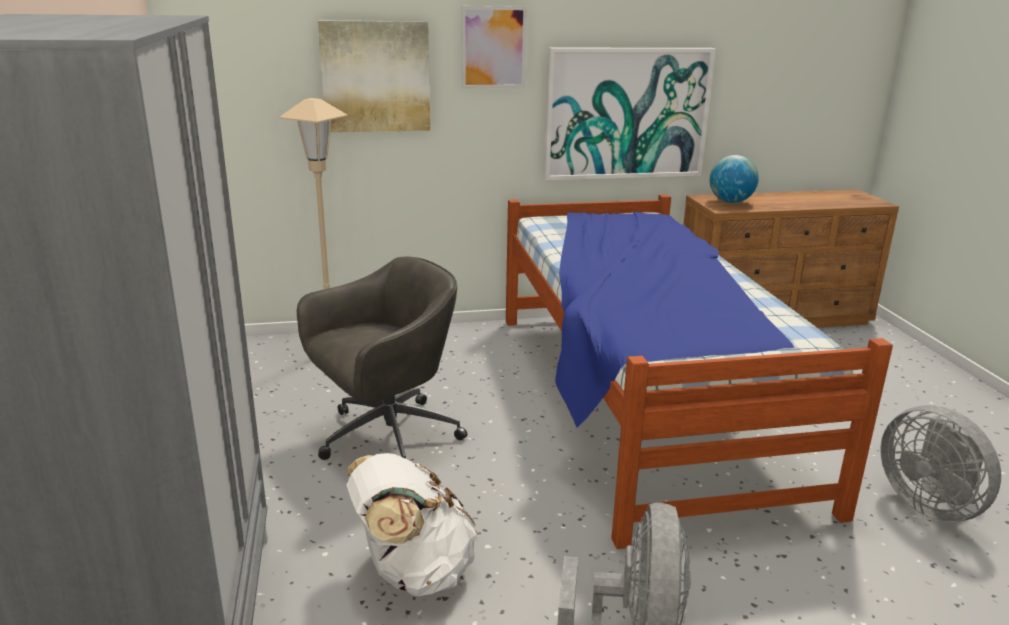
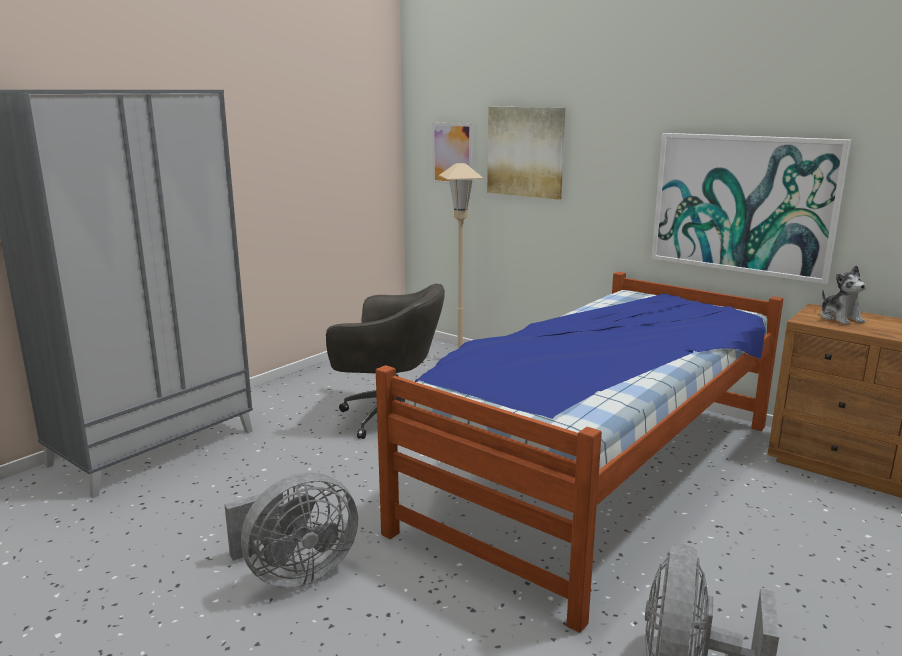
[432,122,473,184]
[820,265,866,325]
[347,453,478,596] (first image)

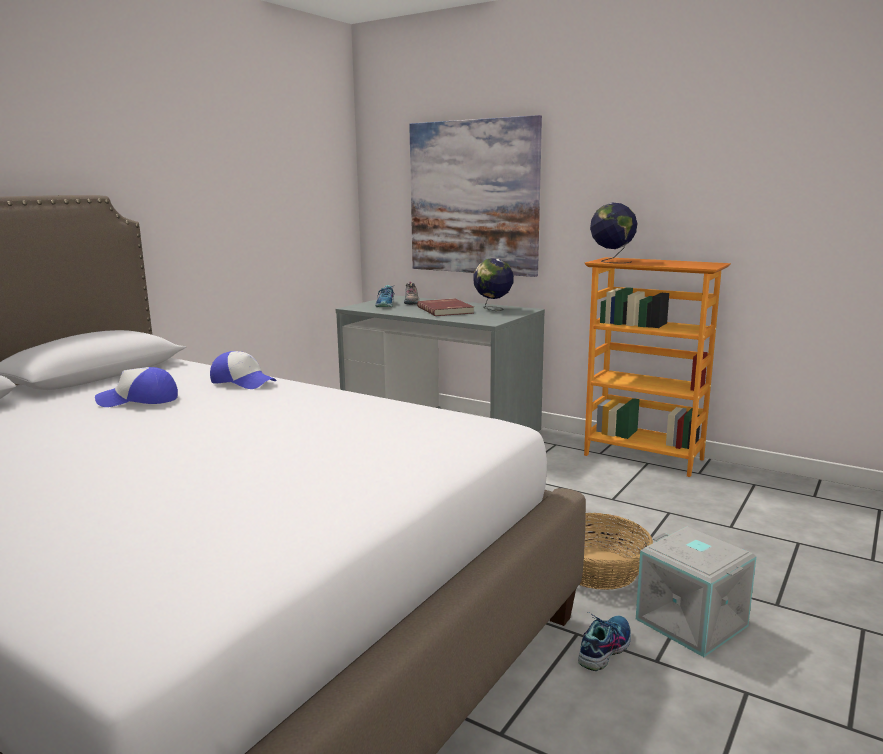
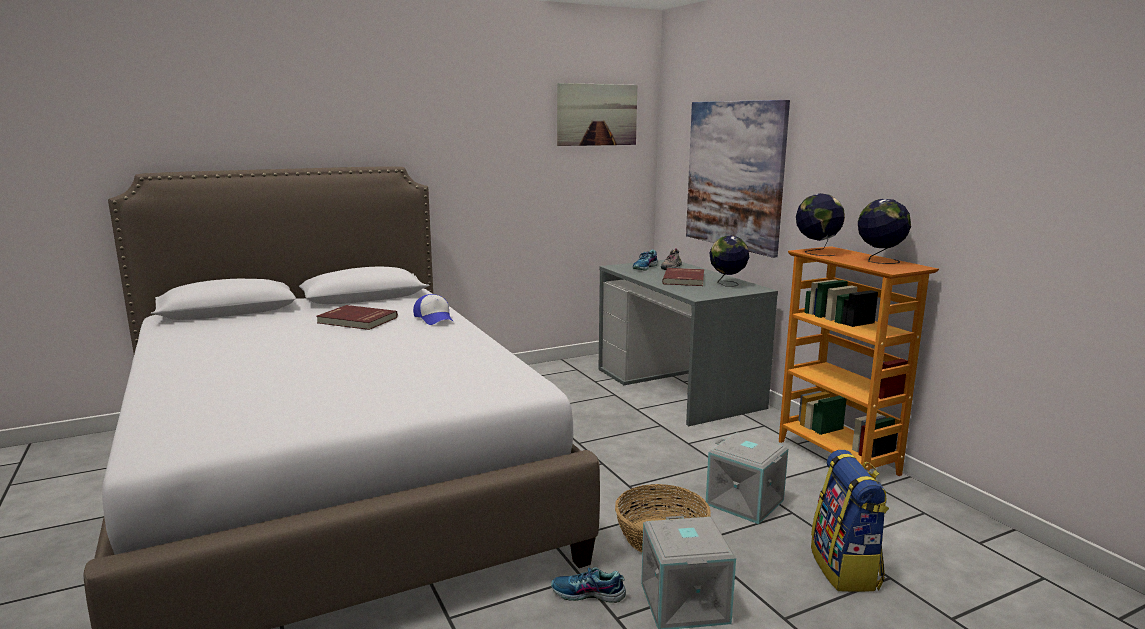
[316,305,398,330]
[551,567,626,603]
[557,83,637,146]
[858,199,911,264]
[706,432,788,524]
[811,450,889,592]

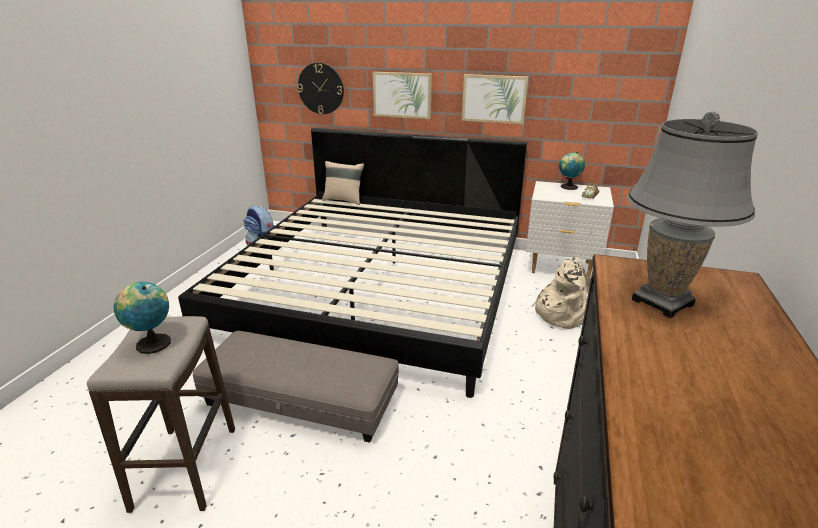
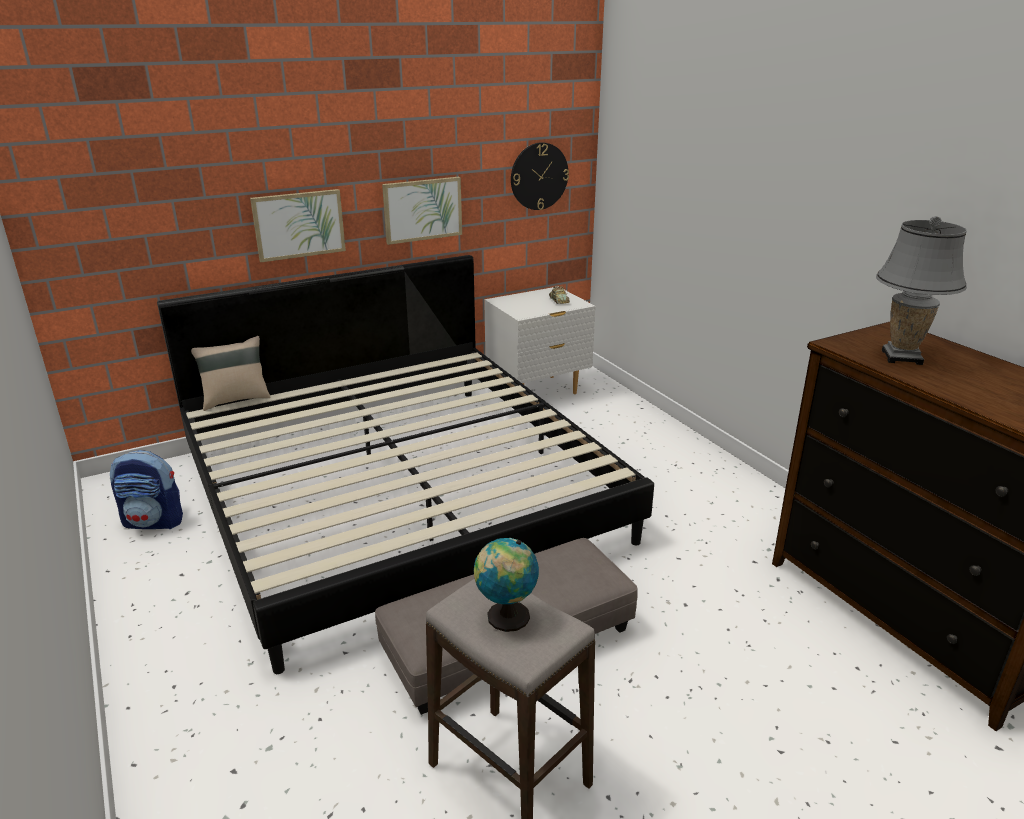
[511,142,569,210]
[559,152,585,190] (first image)
[532,257,591,329] (first image)

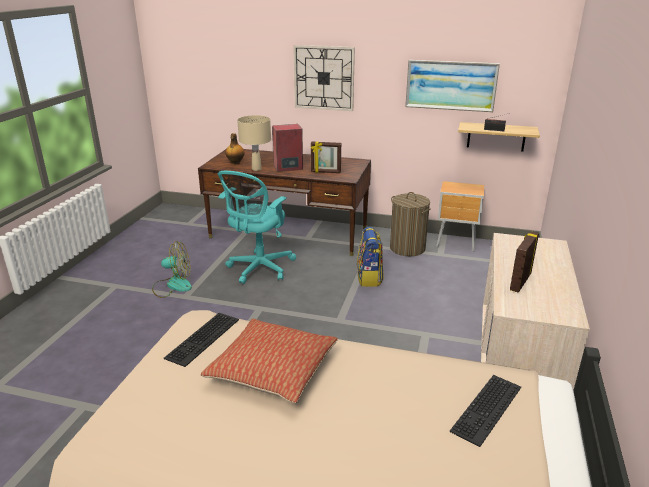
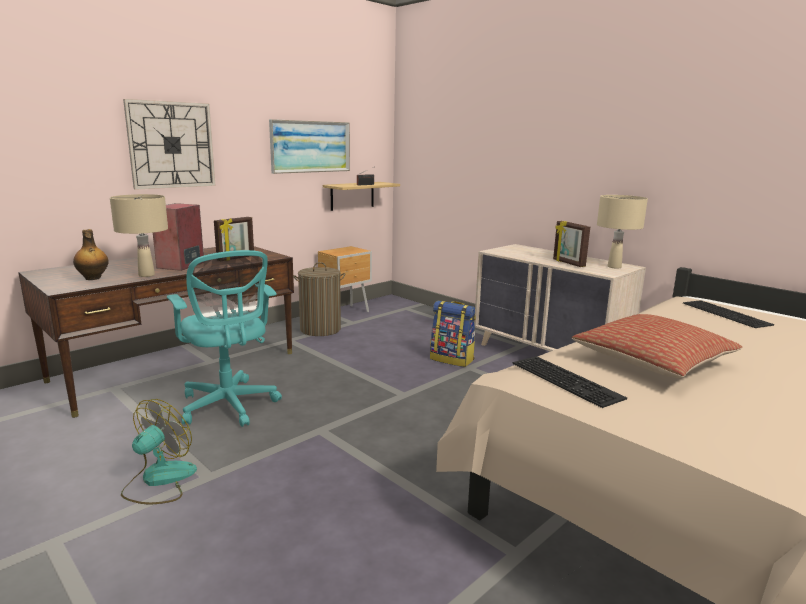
[430,301,476,367]
[597,195,648,269]

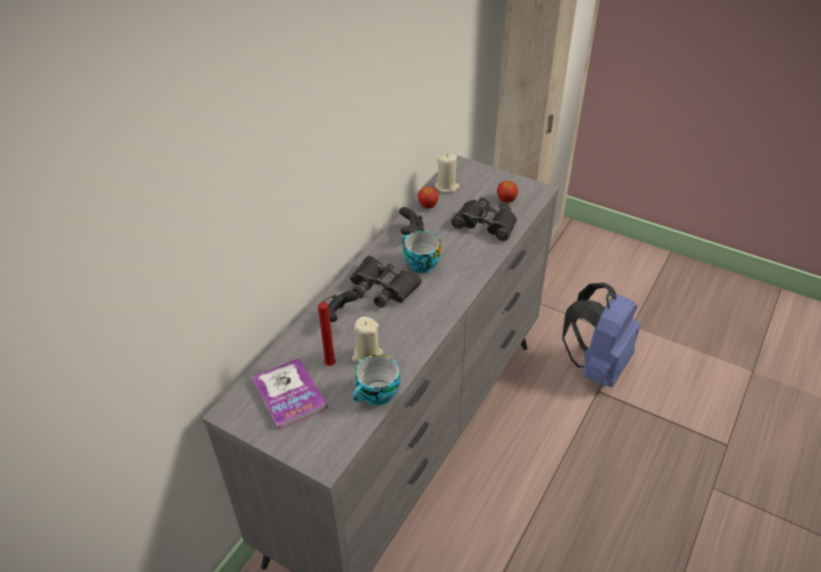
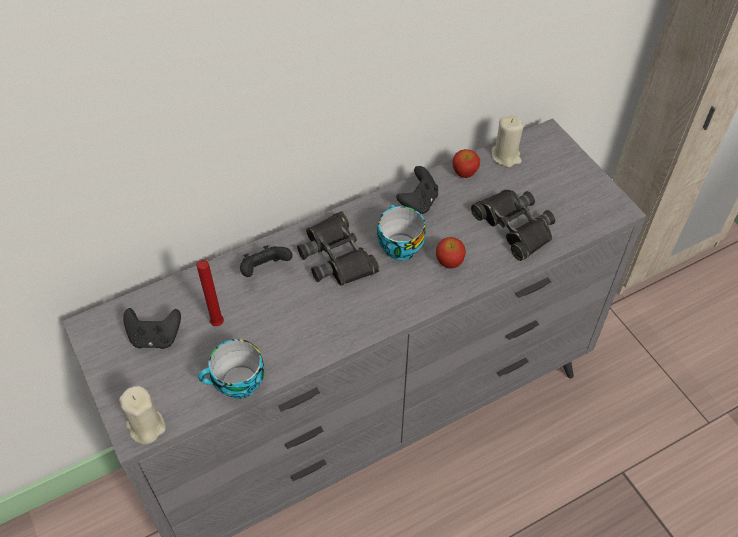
[436,237,466,268]
[562,282,640,387] (first image)
[119,386,166,444]
[123,308,181,349]

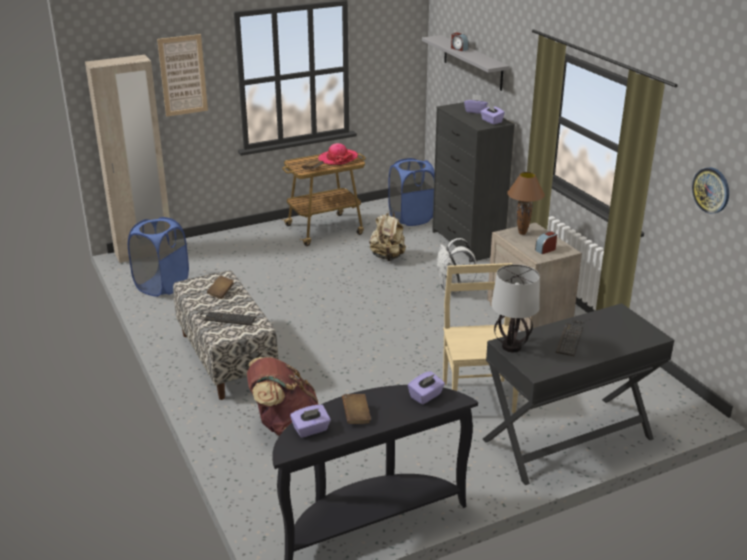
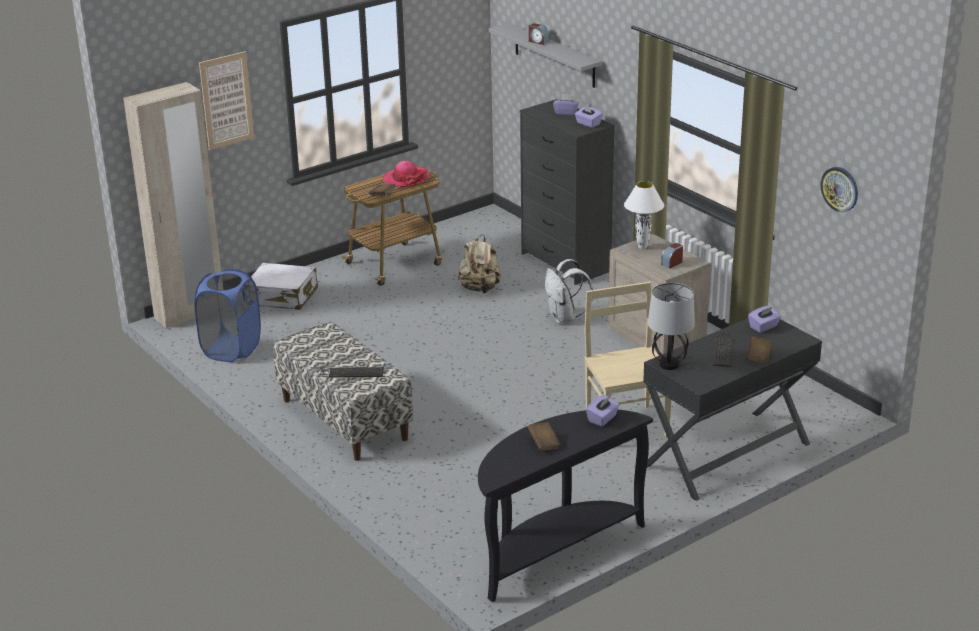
[388,158,435,226] (first image)
[624,181,664,249]
[747,336,772,364]
[247,357,318,436] (first image)
[748,306,781,333]
[251,263,318,310]

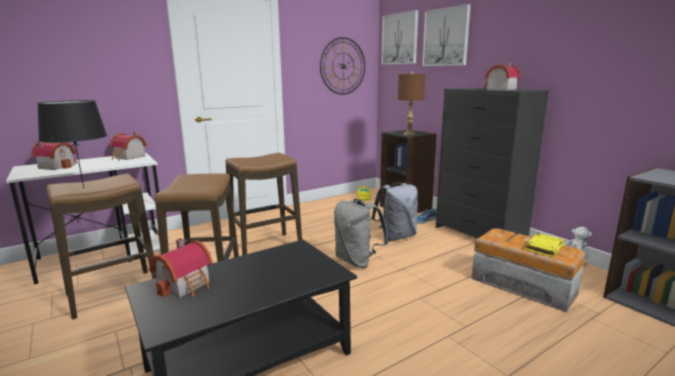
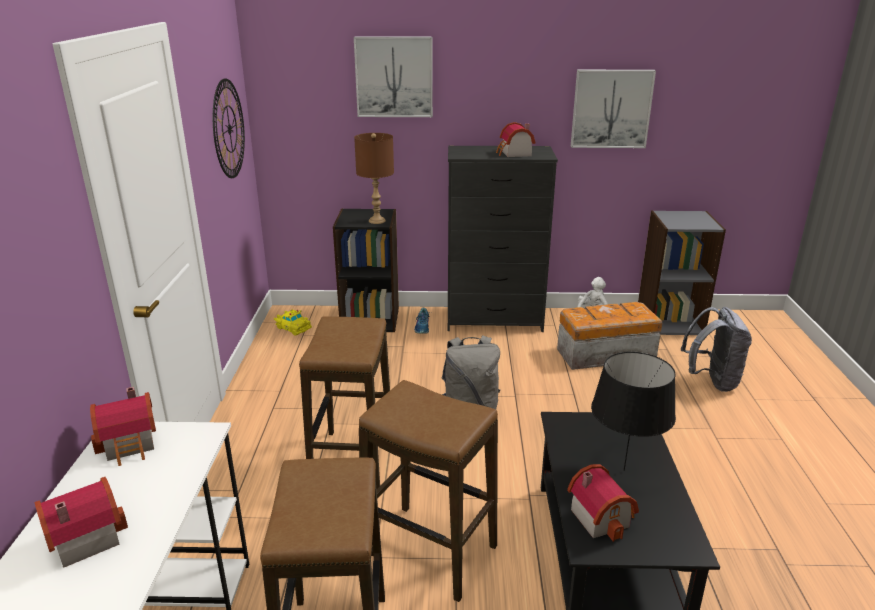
[571,70,656,148]
[591,352,676,471]
[681,307,752,392]
[525,233,565,257] (first image)

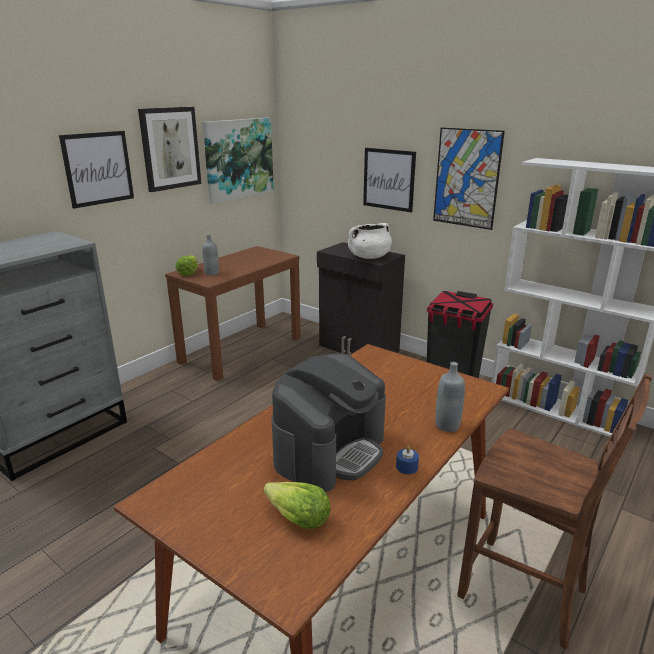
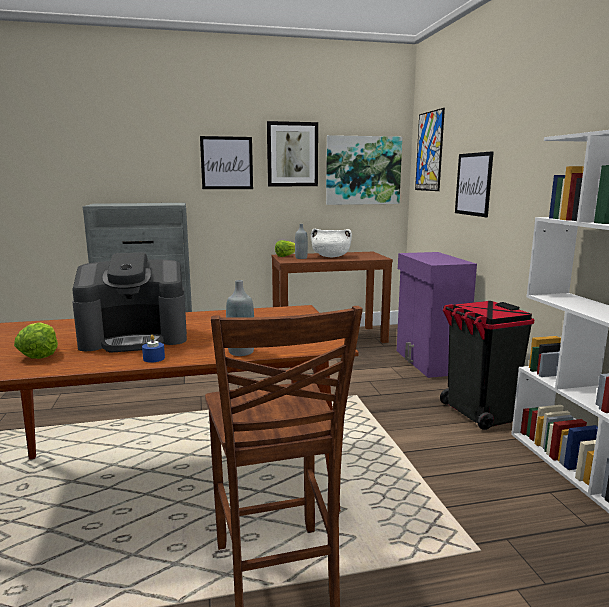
[415,108,445,191]
[311,229,352,257]
[397,252,477,378]

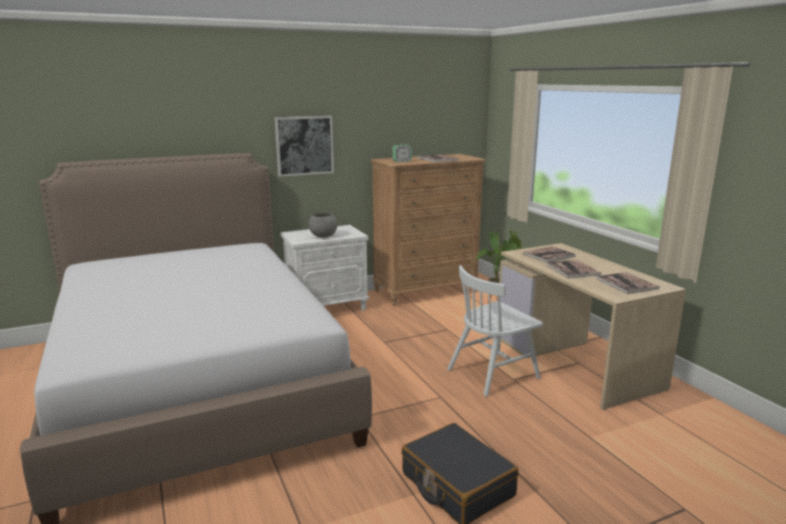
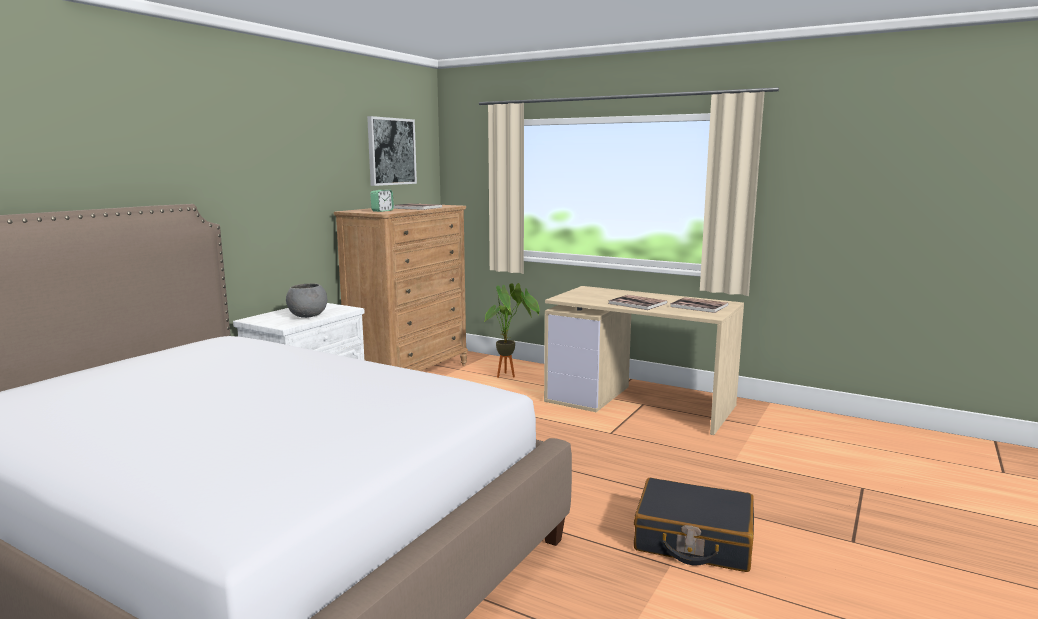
[367,116,417,186]
[523,246,575,262] (first image)
[447,265,543,397] (first image)

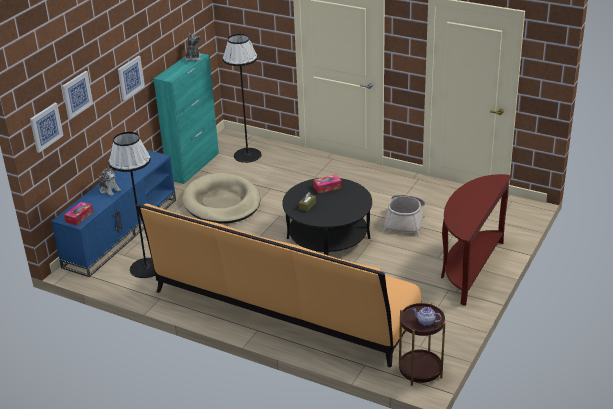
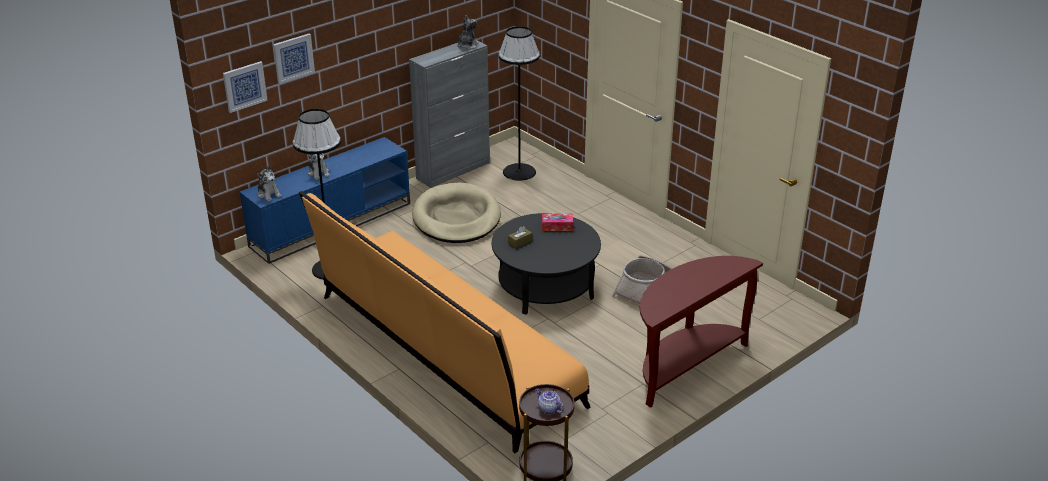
[409,40,490,188]
[118,56,145,101] (first image)
[257,165,282,202]

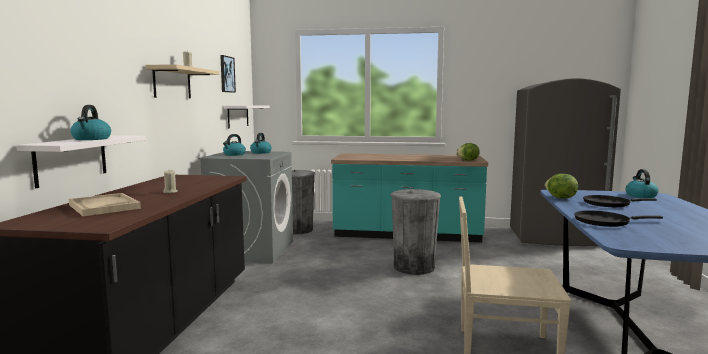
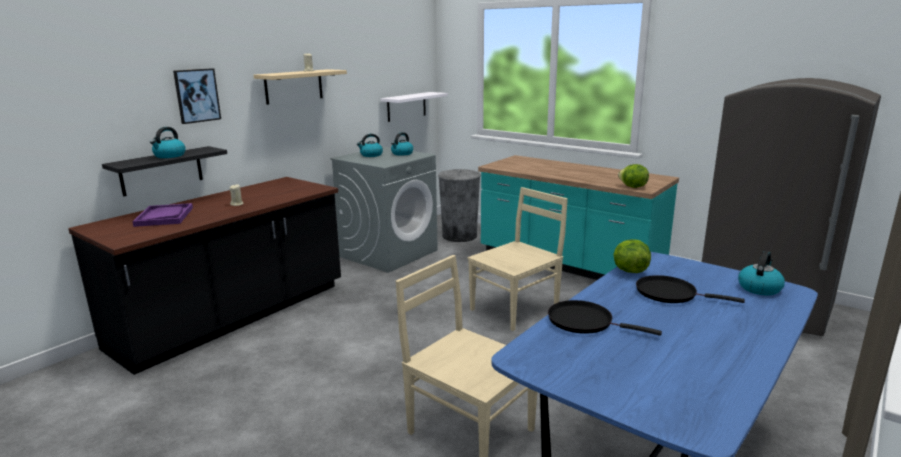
[173,68,221,124]
[102,146,227,196]
[468,187,568,331]
[132,203,193,227]

